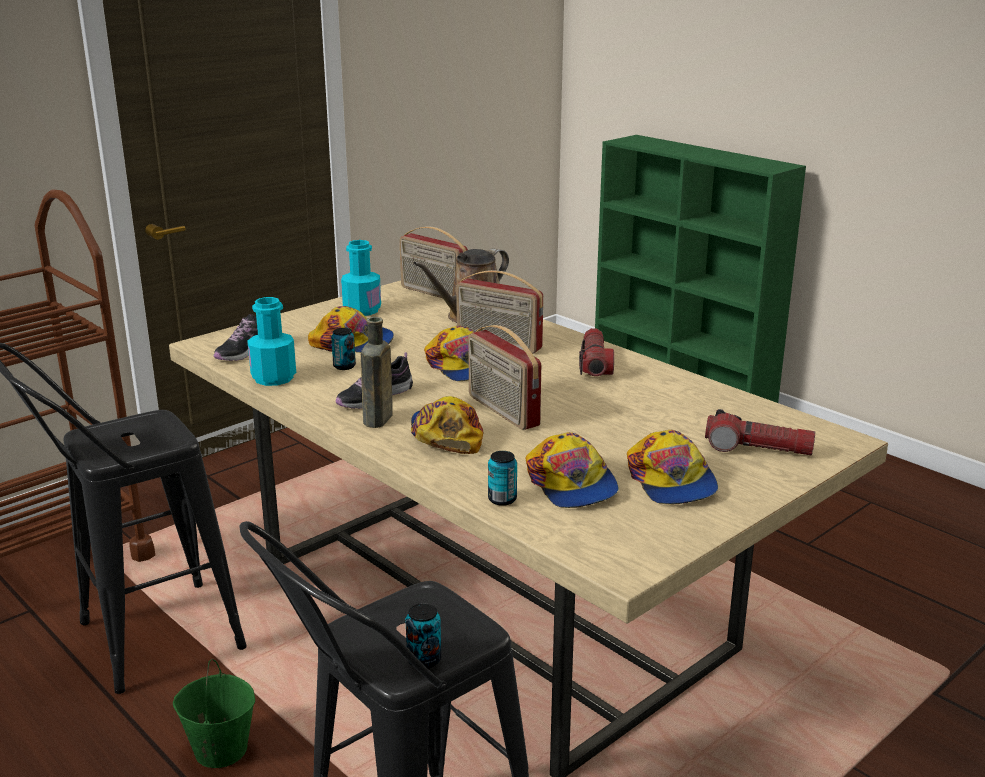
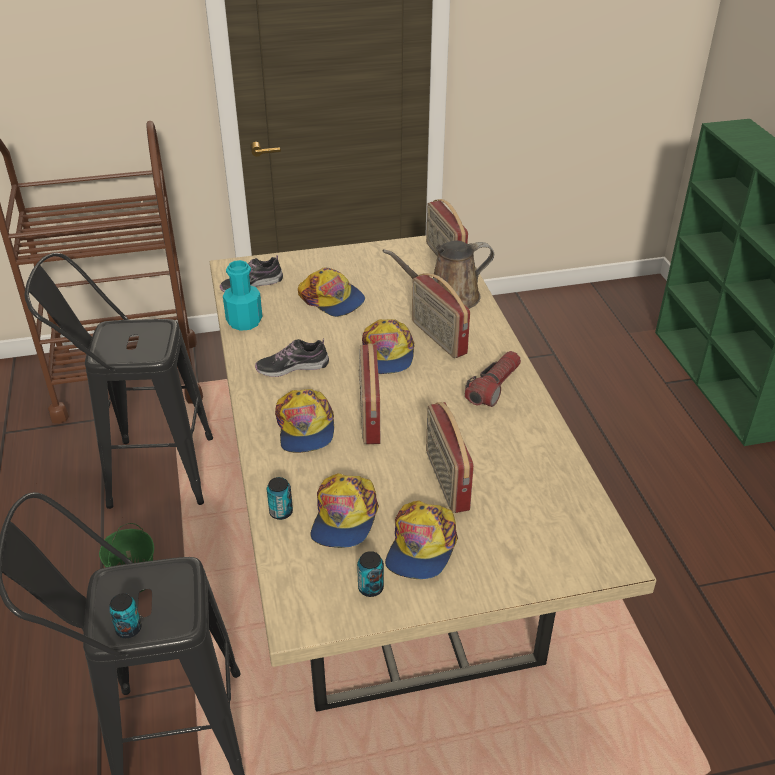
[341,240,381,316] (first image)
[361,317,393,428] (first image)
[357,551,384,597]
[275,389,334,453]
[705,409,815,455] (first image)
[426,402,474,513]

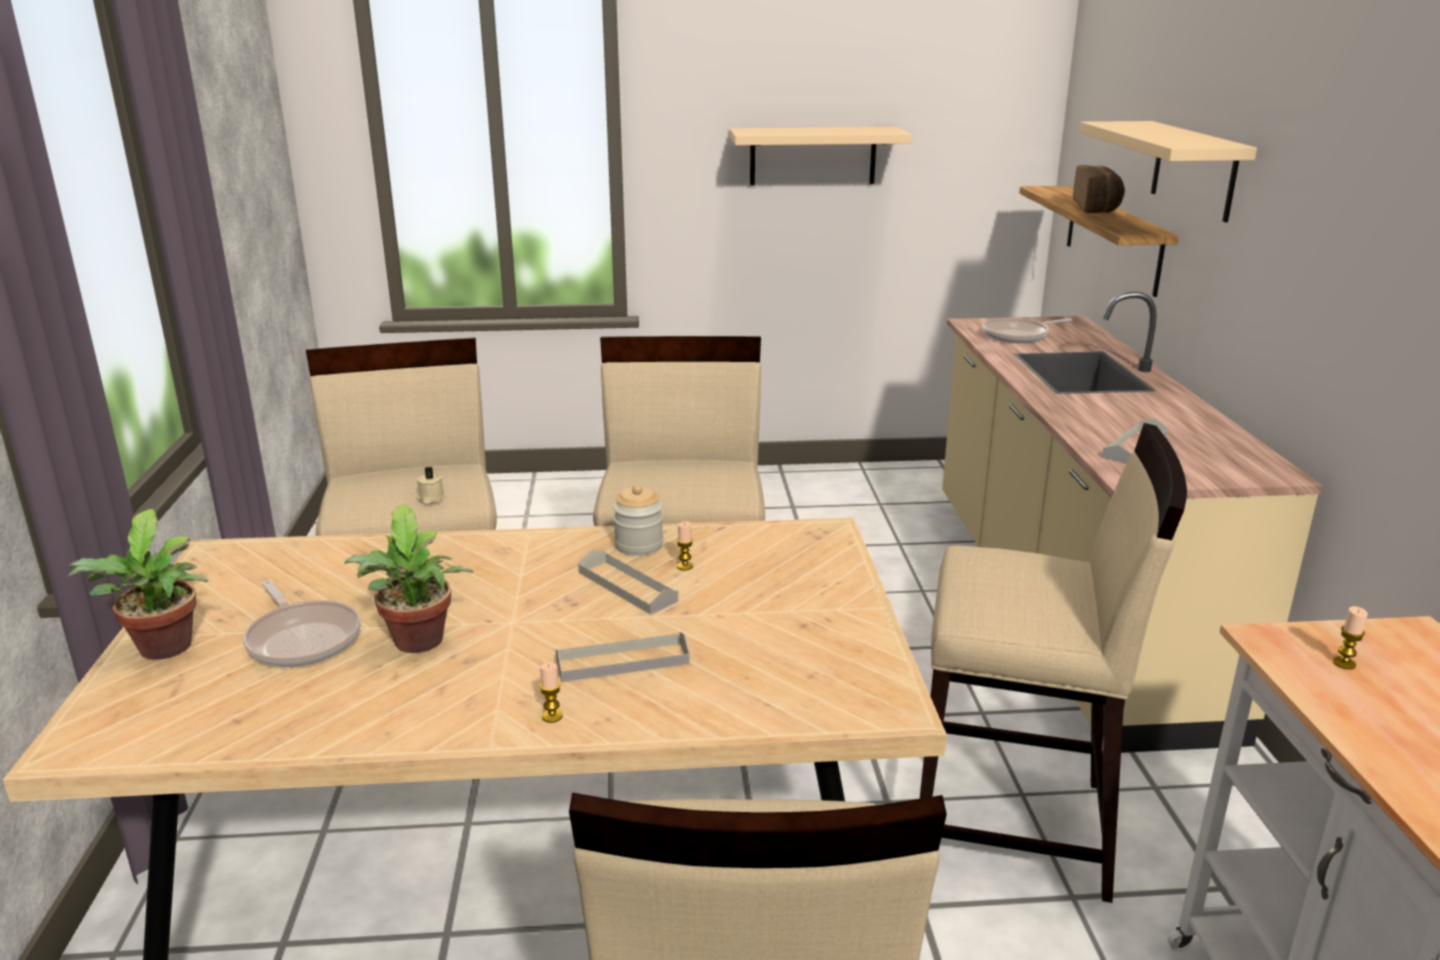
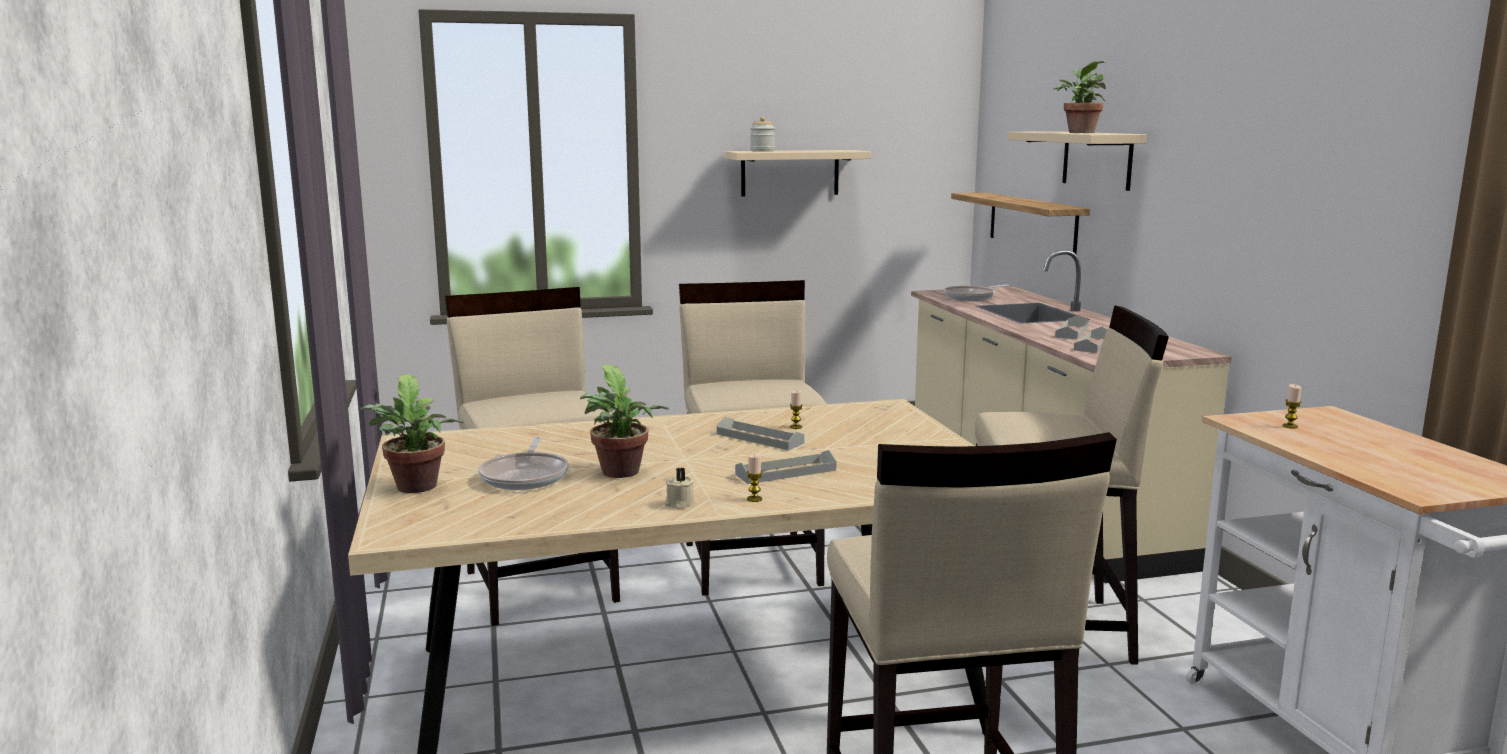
[1073,165,1125,213] (first image)
[664,468,695,509]
[750,117,775,152]
[478,437,569,490]
[1053,61,1106,133]
[1055,315,1089,339]

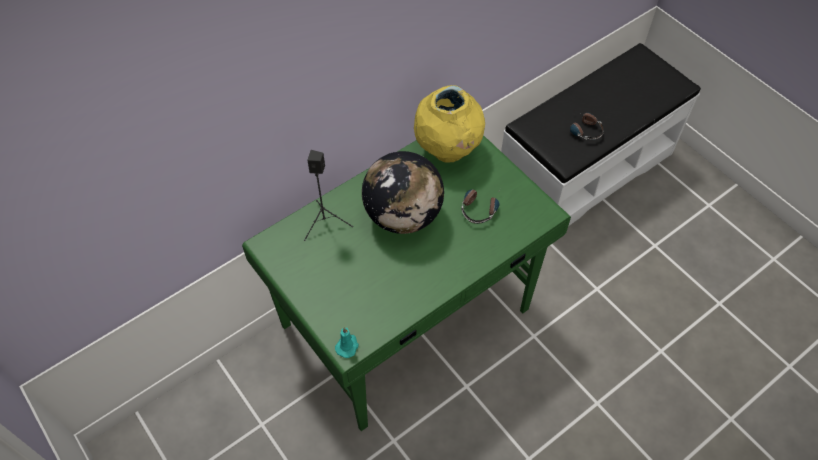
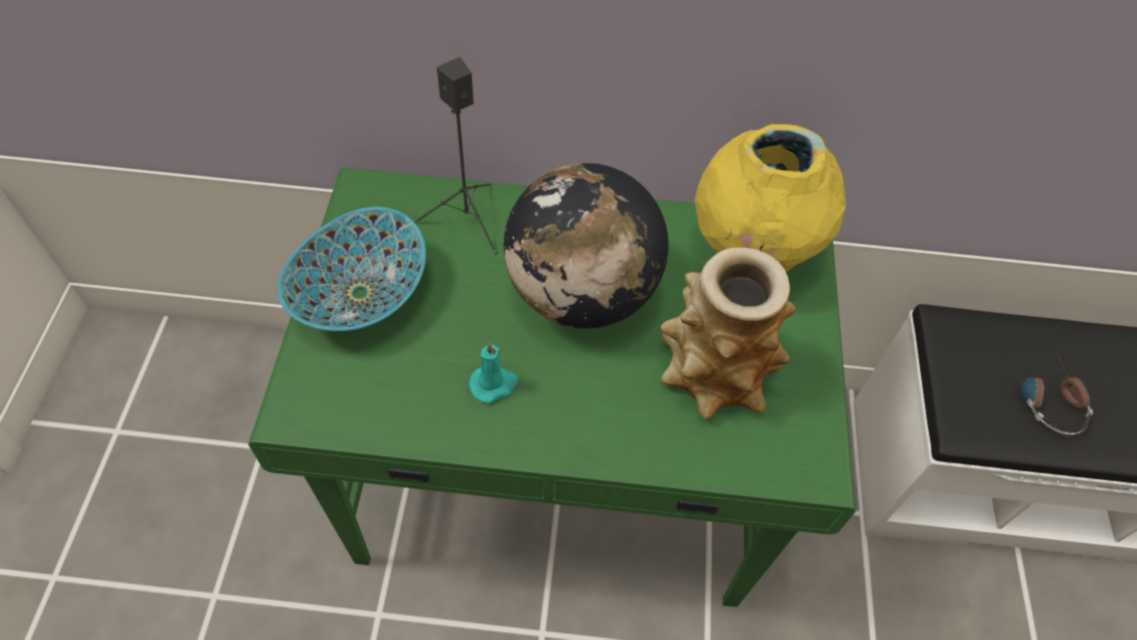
[661,248,796,419]
[469,342,518,403]
[277,207,426,331]

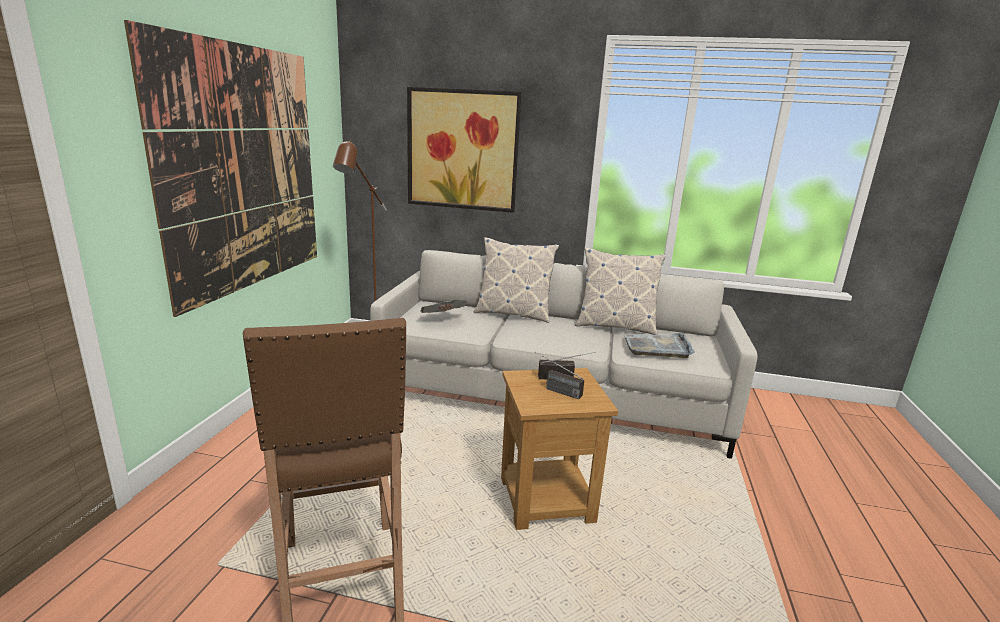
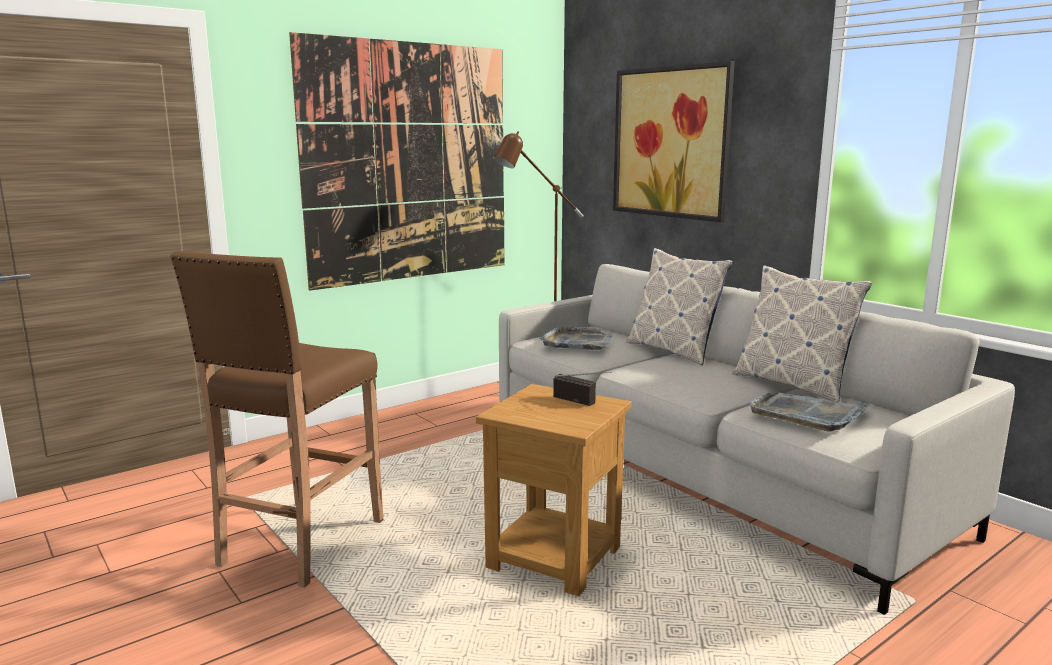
[539,325,613,350]
[536,352,584,399] (first image)

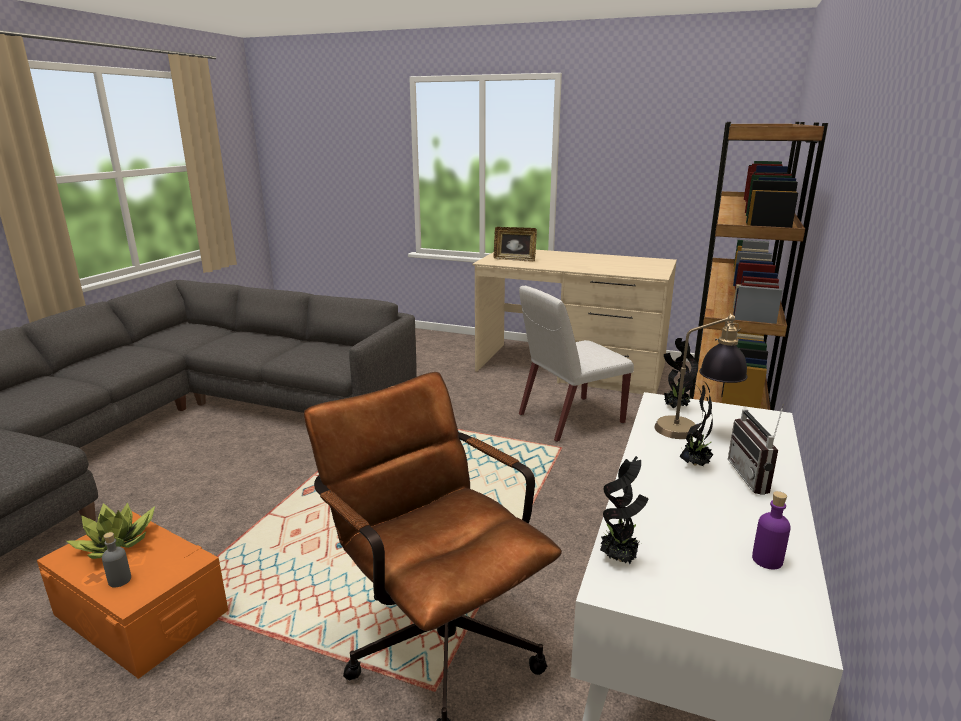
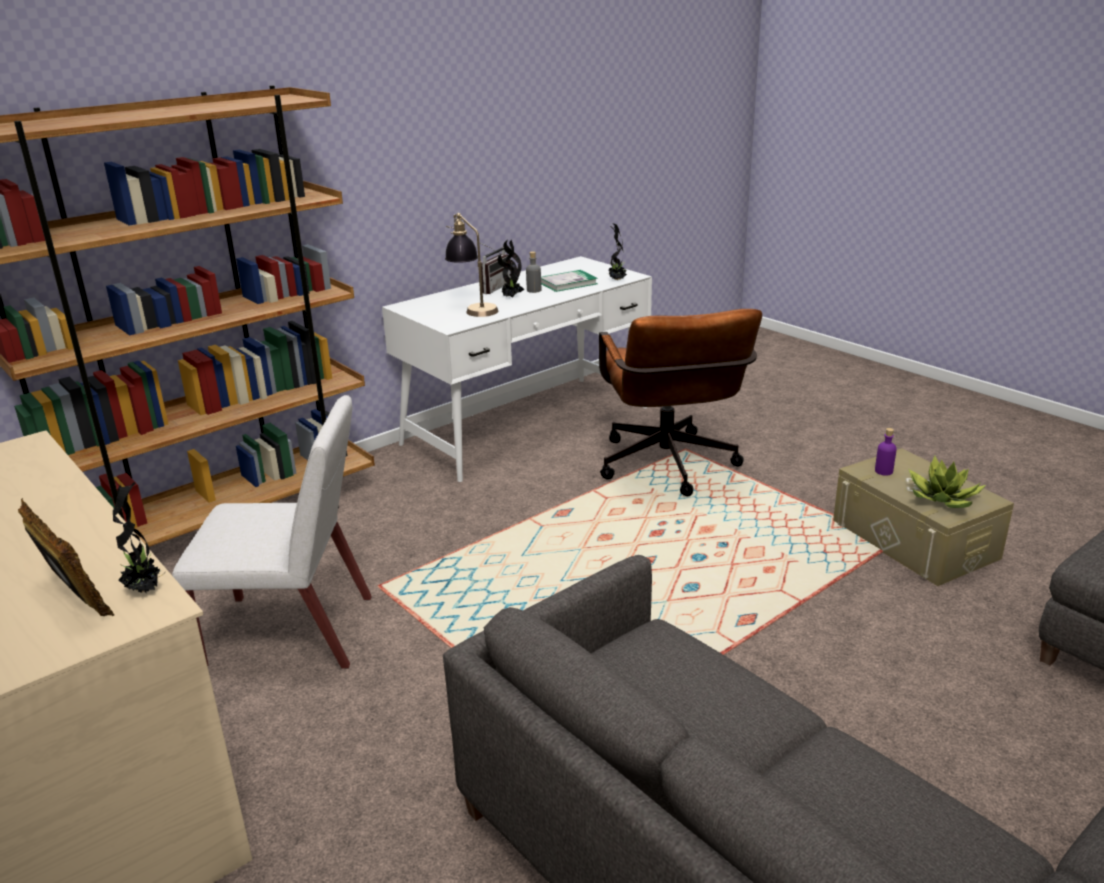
[113,482,165,593]
[875,428,897,476]
[833,448,1014,586]
[526,251,541,293]
[541,270,598,292]

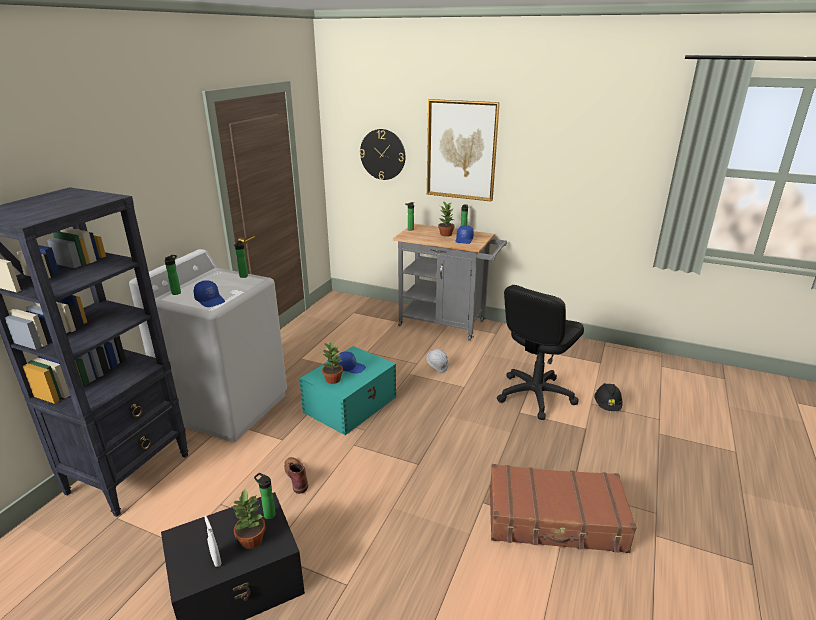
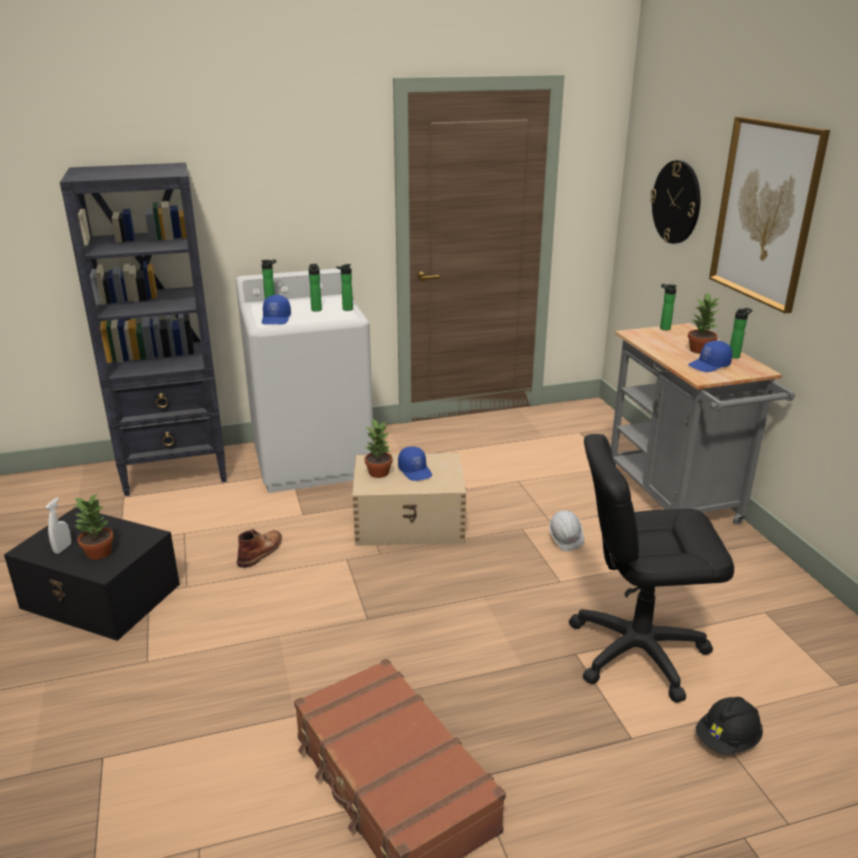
[352,453,466,546]
[308,264,322,312]

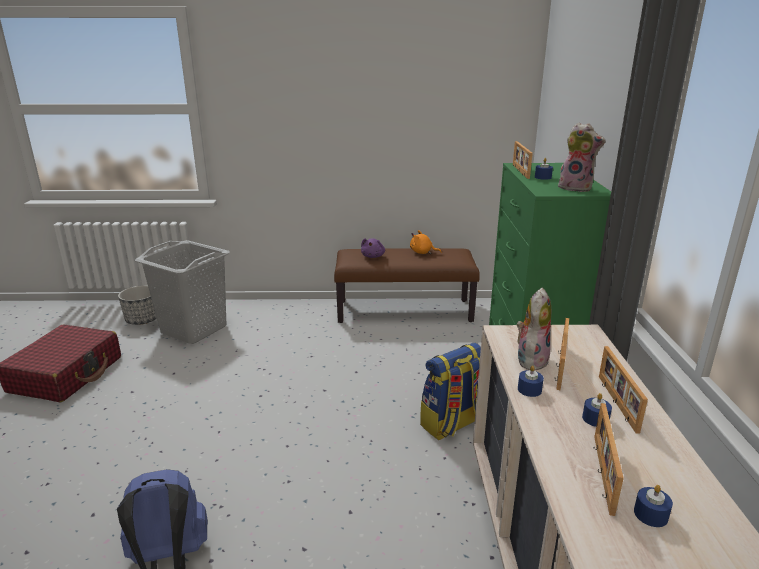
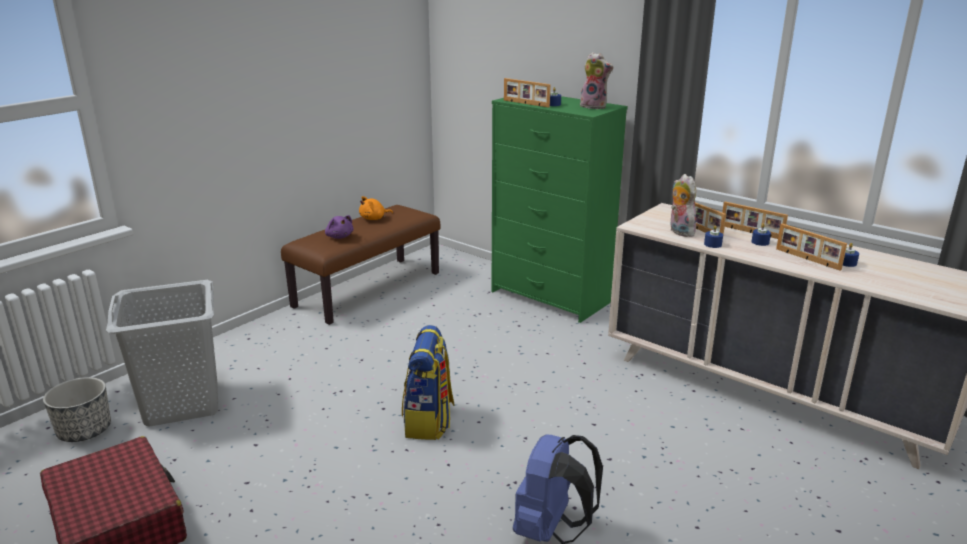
[580,52,613,109]
[402,325,455,440]

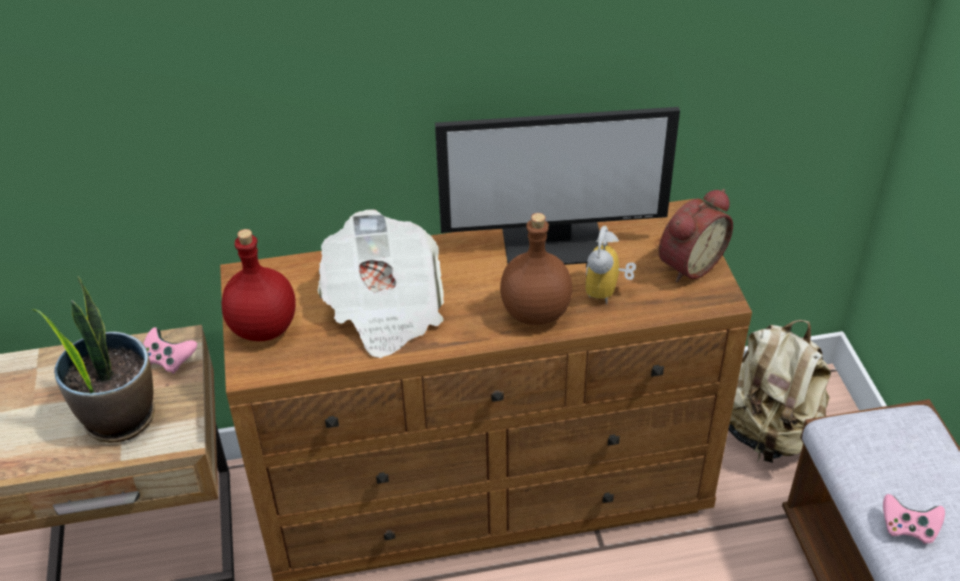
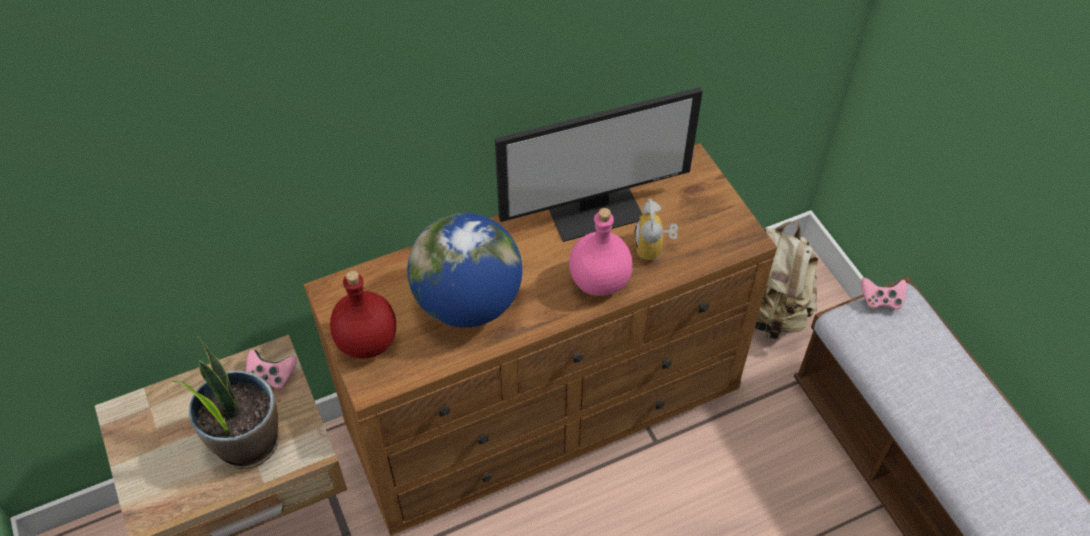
[659,189,733,282] (first image)
[407,213,522,328]
[569,208,633,296]
[861,278,907,310]

